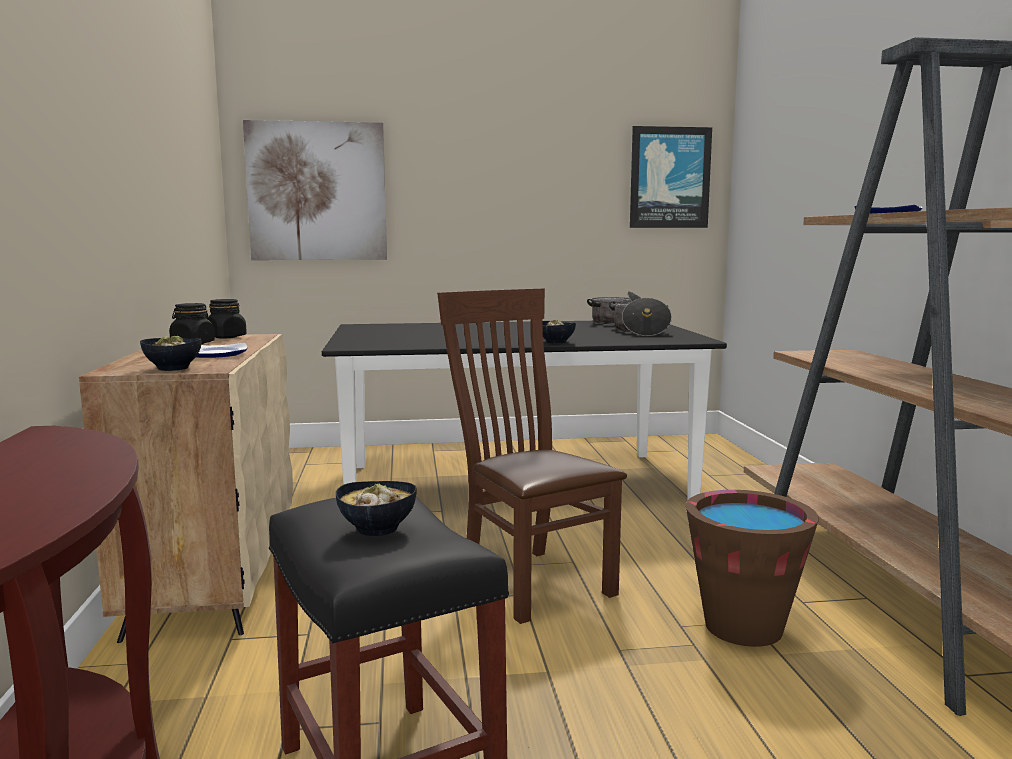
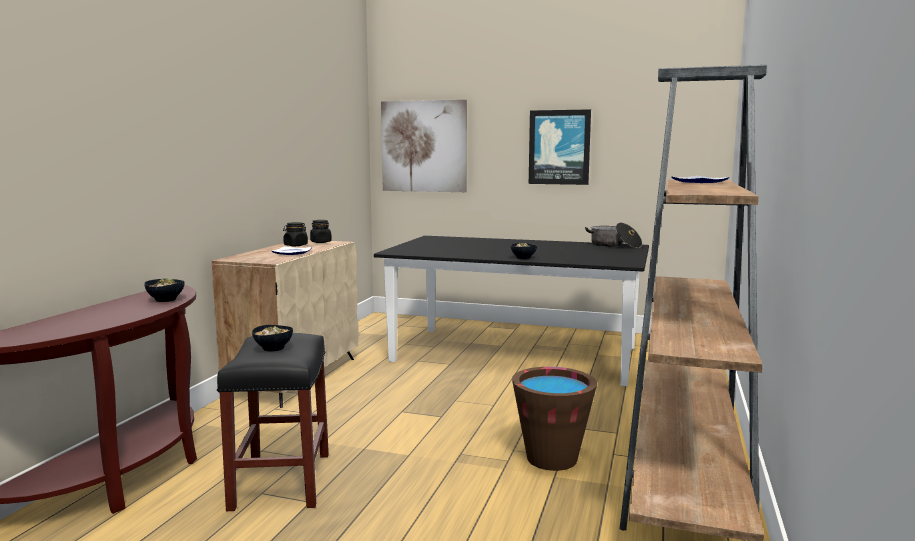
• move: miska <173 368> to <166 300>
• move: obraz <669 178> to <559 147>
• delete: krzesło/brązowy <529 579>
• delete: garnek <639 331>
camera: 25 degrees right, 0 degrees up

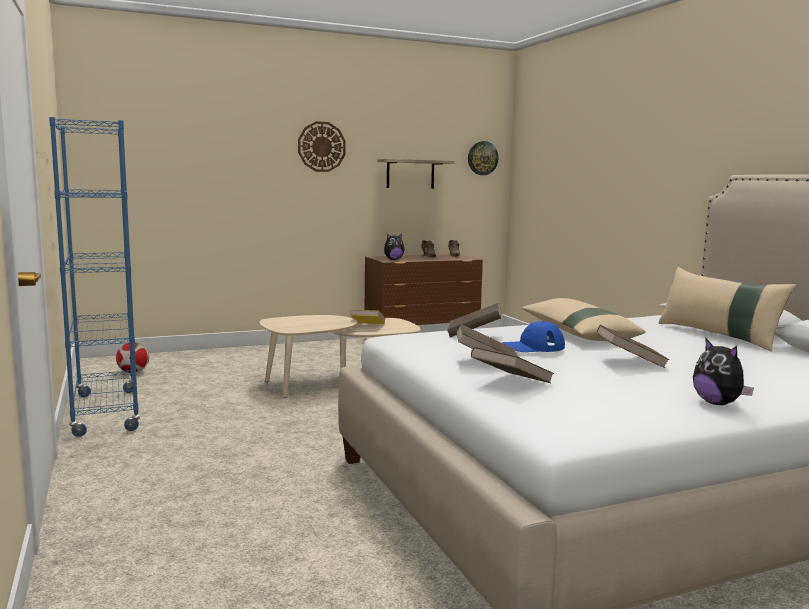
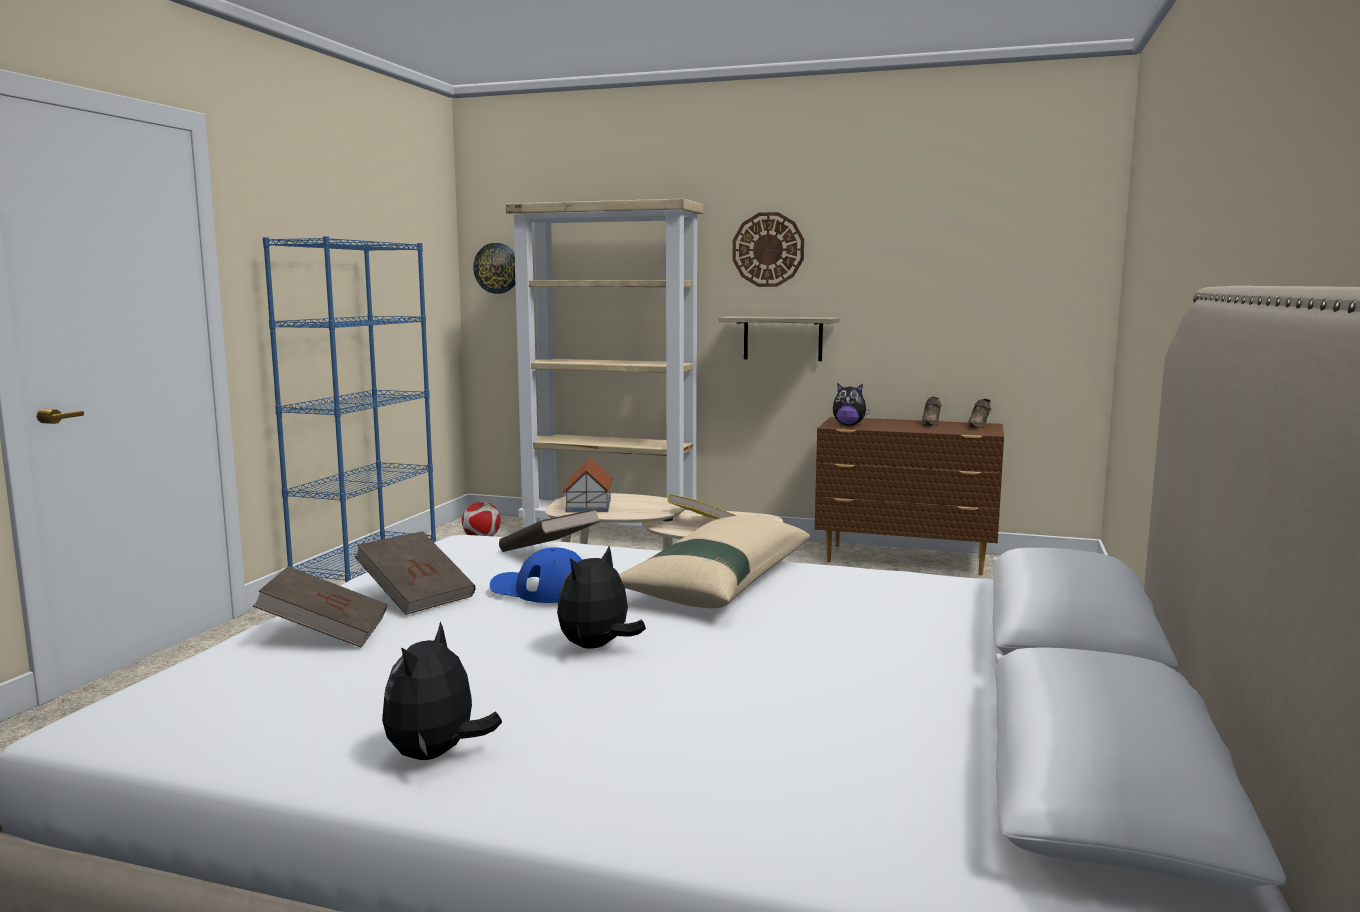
• move: zegar ścienny <482 158> to <497 268>
• insert: regał/beżowy <611 534>
• replace: książka/brązowy <630 361> to pluszak <597 647>
• insert: domek <588 505>
• move: półka <410 174> to <783 338>
• delete: poduszka/beżowy <718 336>
camera: 40 degrees right, 0 degrees up

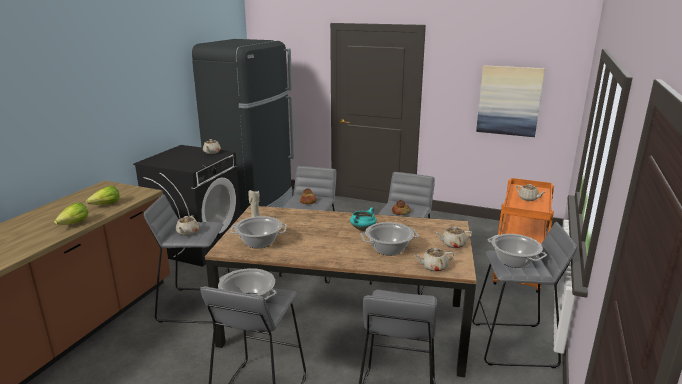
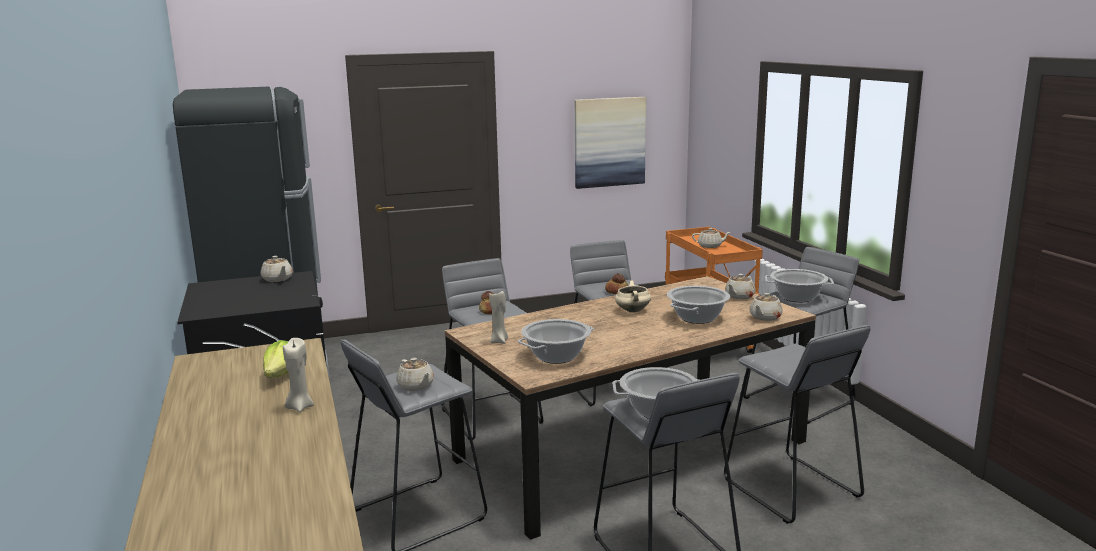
• replace: sałata <74 223> to świeca/beżowy <299 407>
• recolor: garnek/turkusowy <363 229> to garnek/beżowy <632 310>
camera: 40 degrees left, 5 degrees down

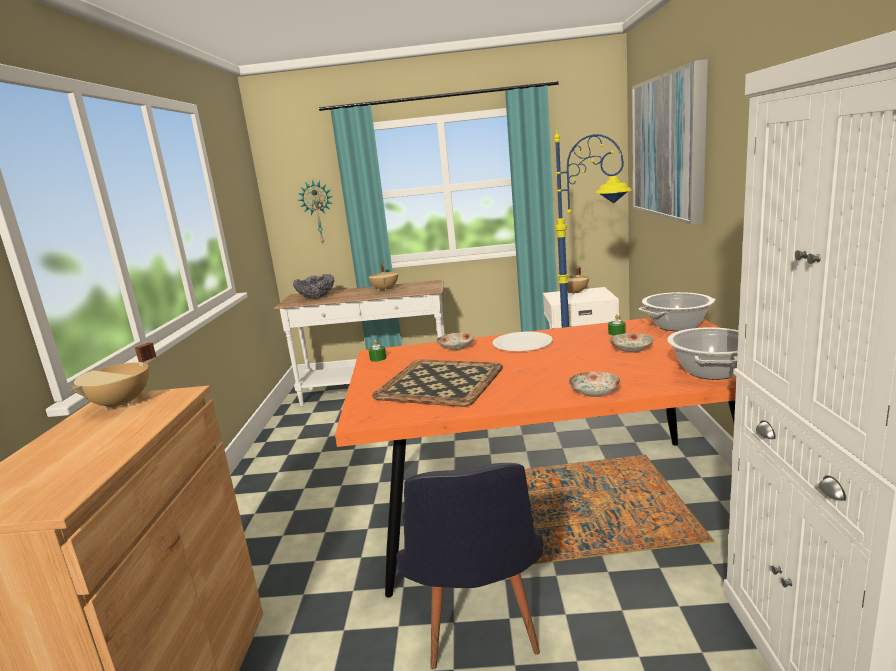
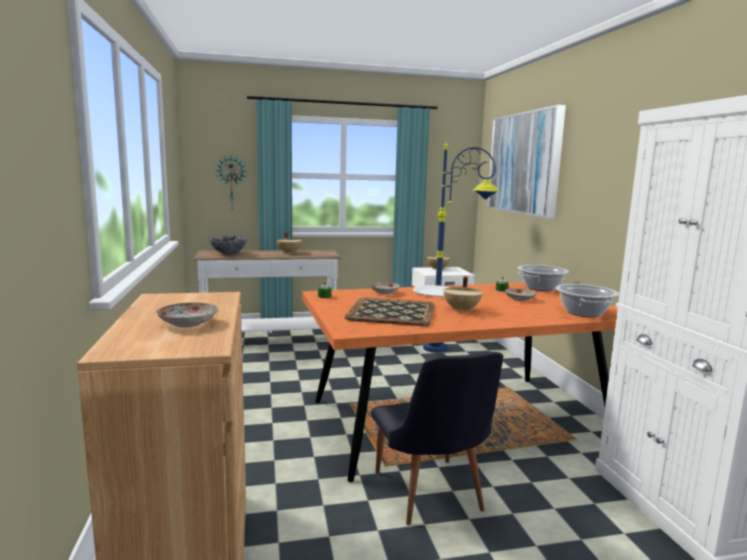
• move: talerz <594 392> to <188 323>
• move: garnek/beżowy <122 404> to <462 310>
camera: 15 degrees left, 5 degrees down

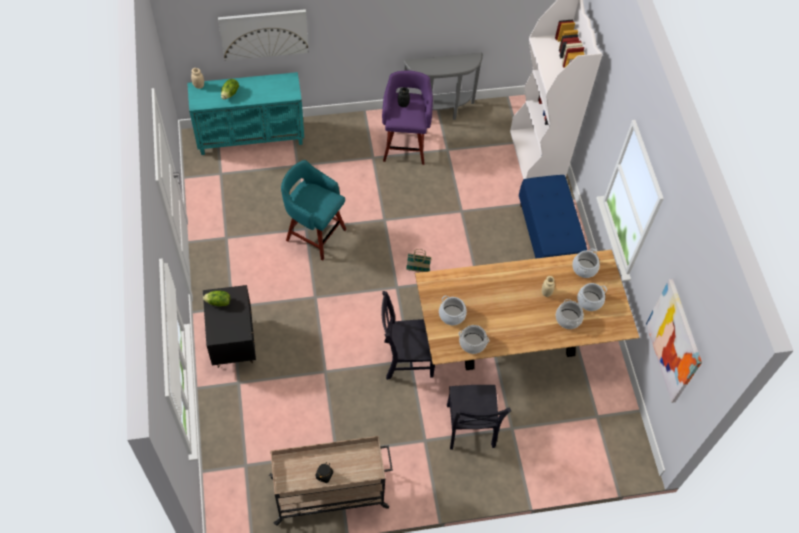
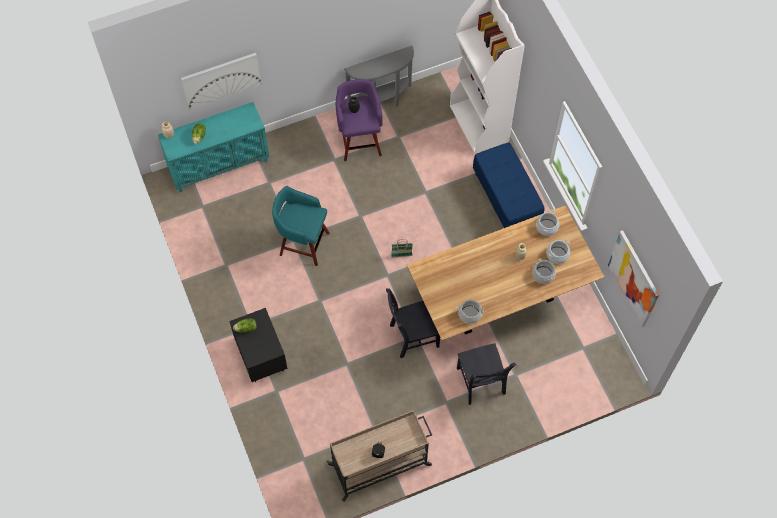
• delete: garnek <452 315>
camera: 10 degrees left, 5 degrees up

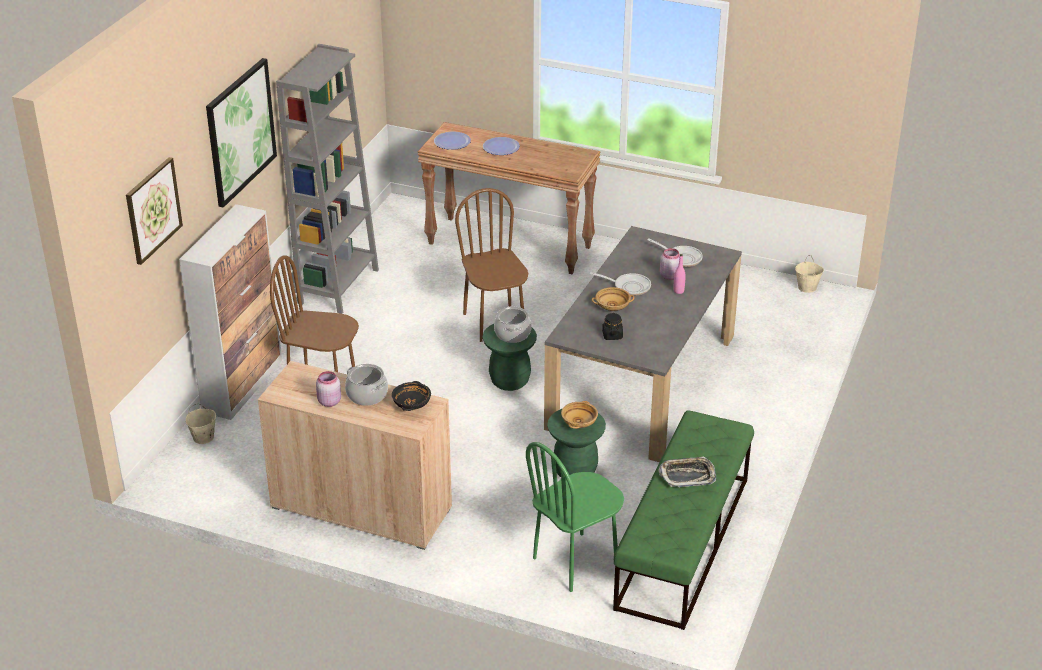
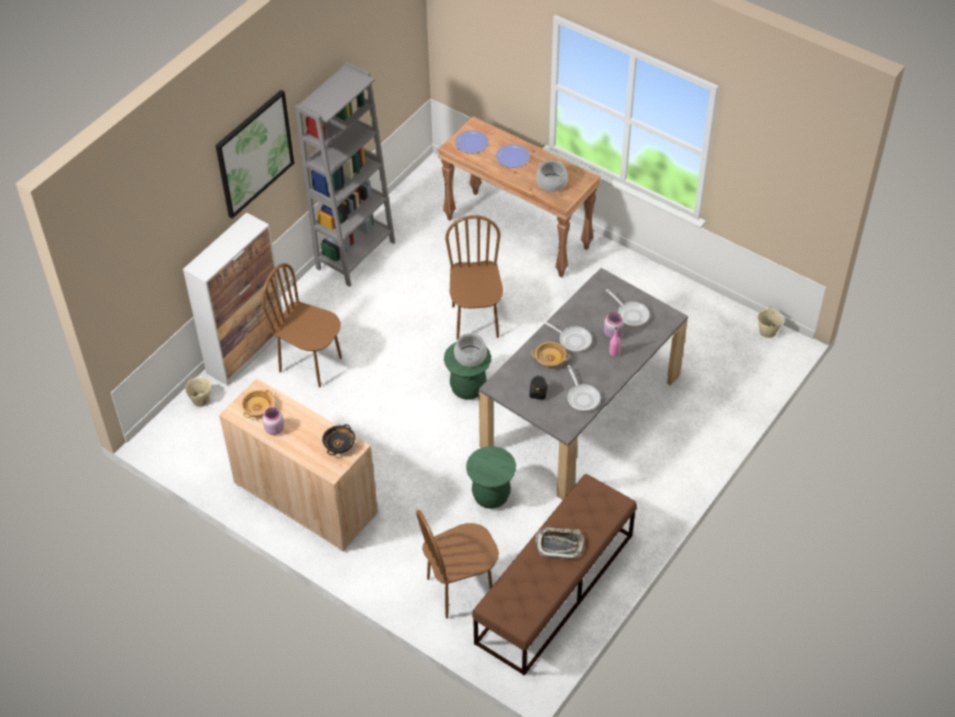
• move: miska/beżowy <579 422> to <258 409>
• recolor: krzesło/zielony <575 561> to krzesło/brązowy <460 589>
• recolor: ławka/zielony <683 543> to ławka/brązowy <554 589>
• move: garnek <367 395> to <552 183>
• insert: patelnia <582 397>
• delete: obraz <153 210>
camera: 15 degrees right, 15 degrees up

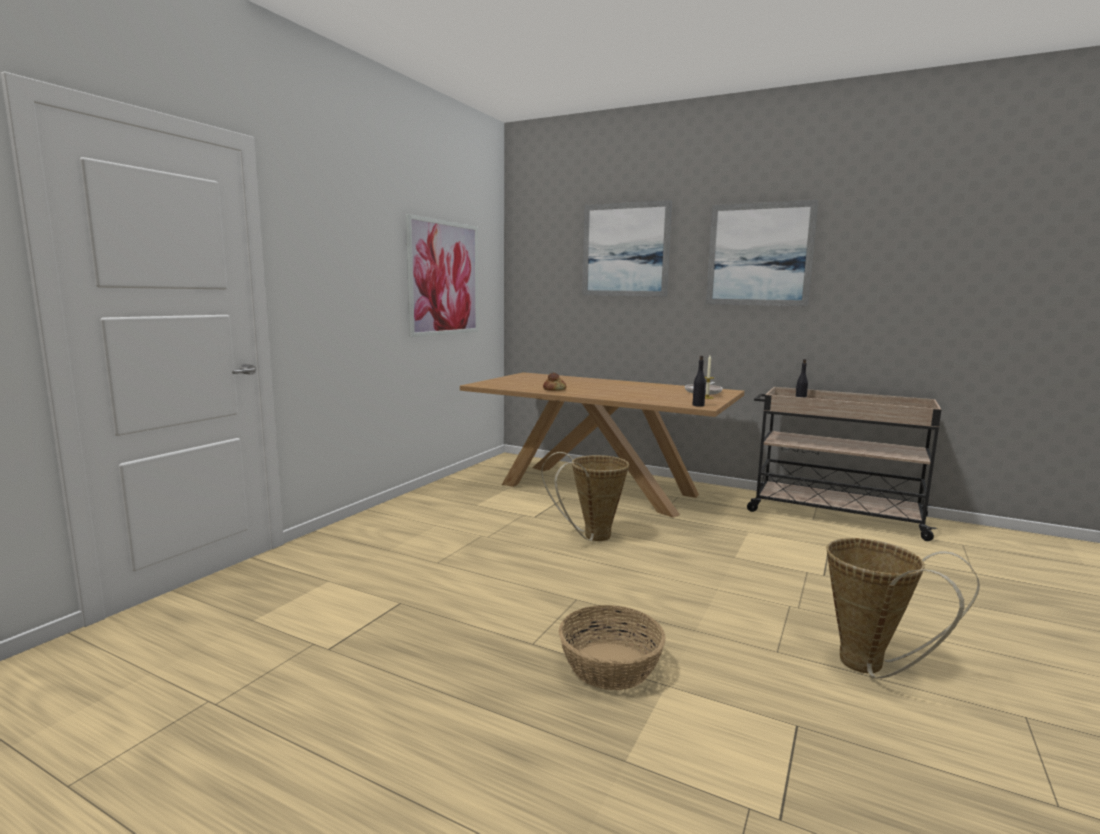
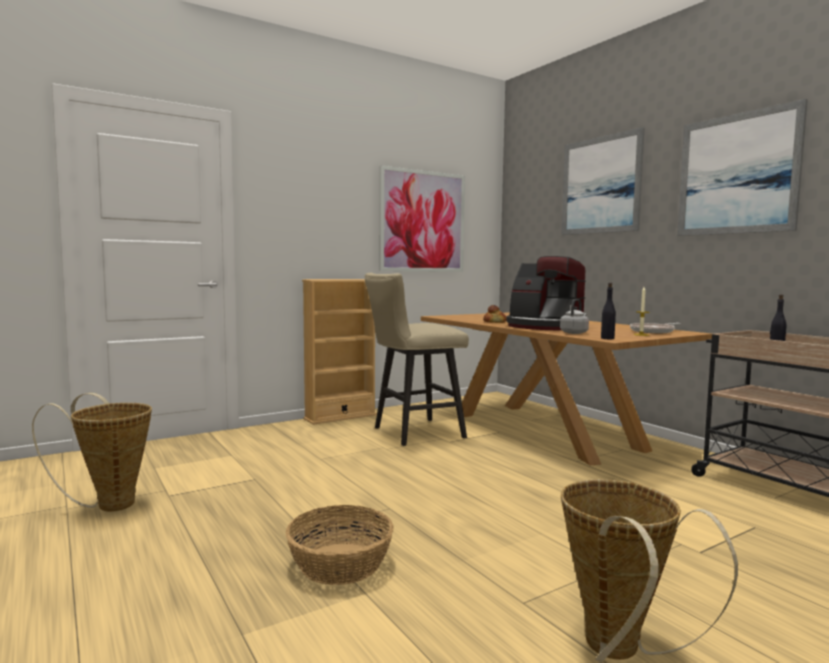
• move: koszyk <591 537> to <109 504>
• insert: regał/beżowy <340 417>
• insert: stołek/beżowy <412 433>
• insert: ekspres do kawy <543 326>
• insert: czajnik/szary <574 333>
camera: 30 degrees right, 5 degrees down

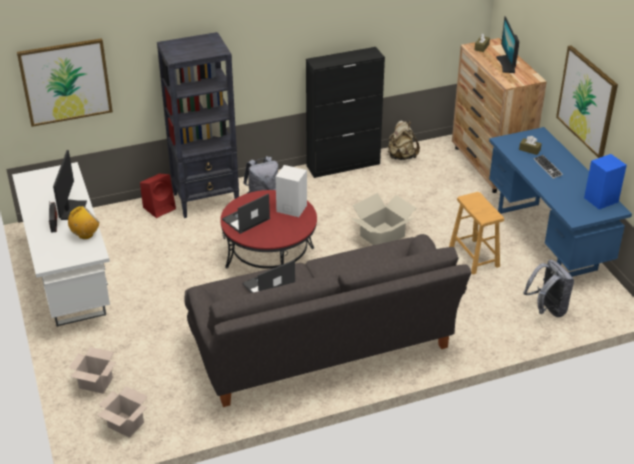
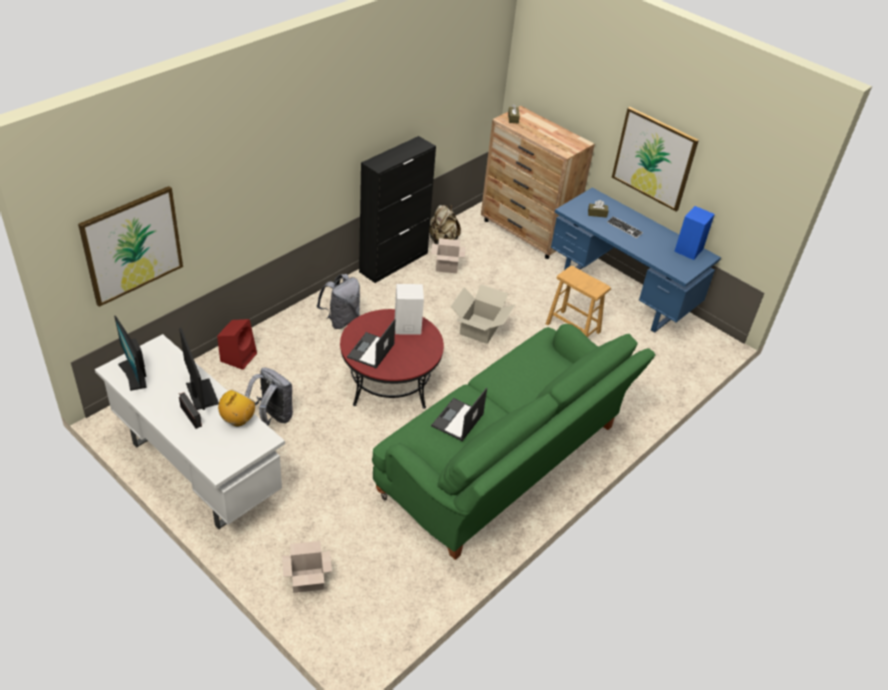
• move: monitor <507 64> to <134 374>
• move: plecak/szary <547 309> to <272 417>
• recolor: kanapa/szary <324 348> to kanapa/zielony <505 463>
• move: karton <125 425> to <446 267>
• delete: regał/czarny <206 200>
camera: 30 degrees left, 5 degrees up

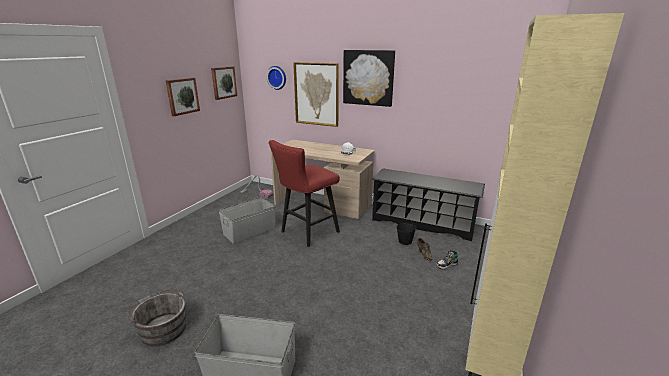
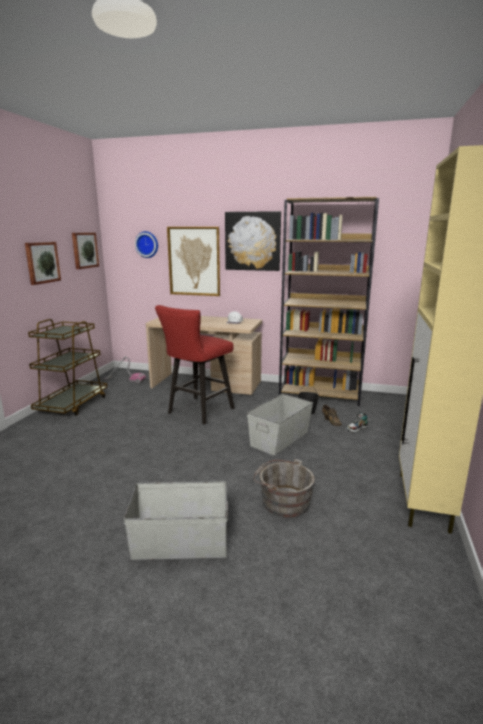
• insert: wózek/brązowy <73 404>
• move: pojemnik do przechowywania/szary <249 231> to <279 438>
• move: wiadro/szary <162 328> to <283 501>
• replace: regał na buty/czarny <422 223> to regał/brązowy <320 394>
camera: 10 degrees left, 5 degrees down

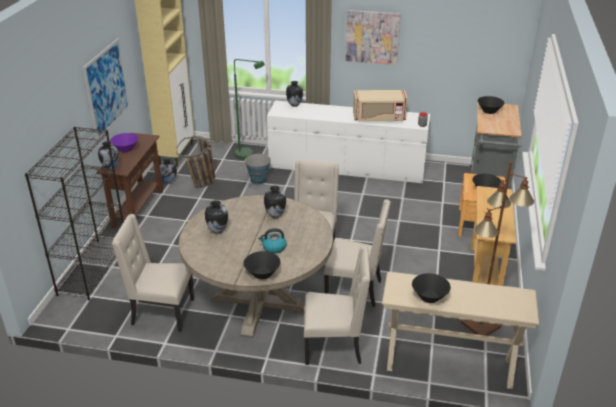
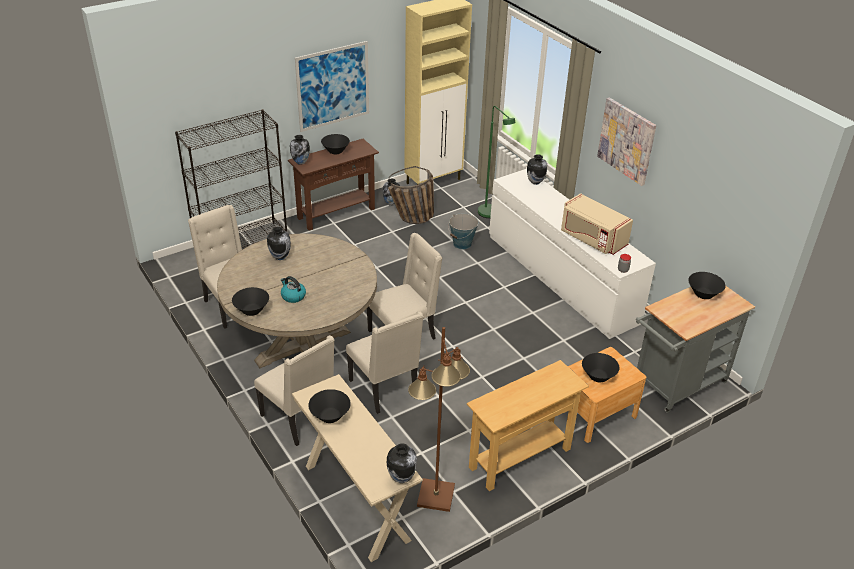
• recolor: miska/fioletowy <126 149> to miska/czarny <335 151>
• move: wazon <275 215> to <401 478>
camera: 45 degrees right, 5 degrees up

